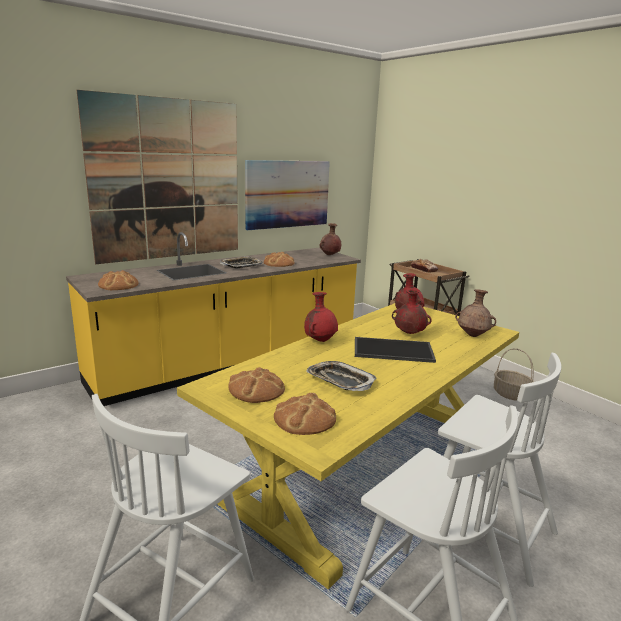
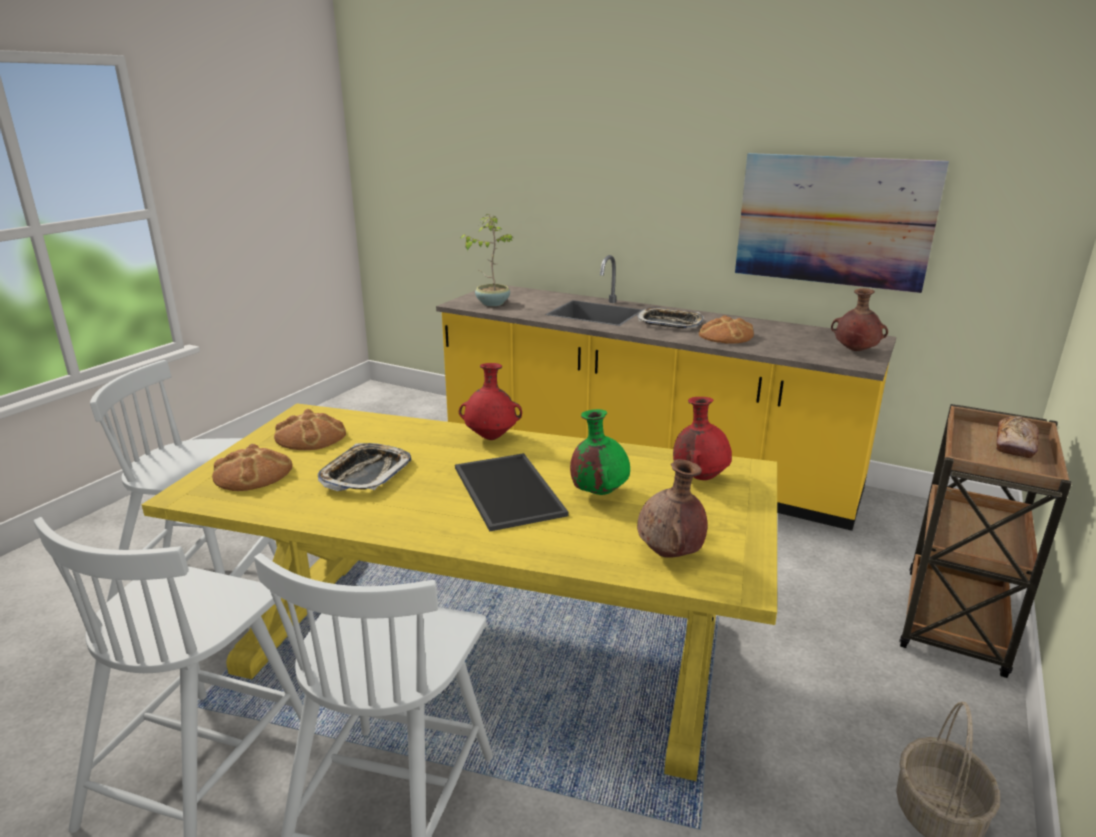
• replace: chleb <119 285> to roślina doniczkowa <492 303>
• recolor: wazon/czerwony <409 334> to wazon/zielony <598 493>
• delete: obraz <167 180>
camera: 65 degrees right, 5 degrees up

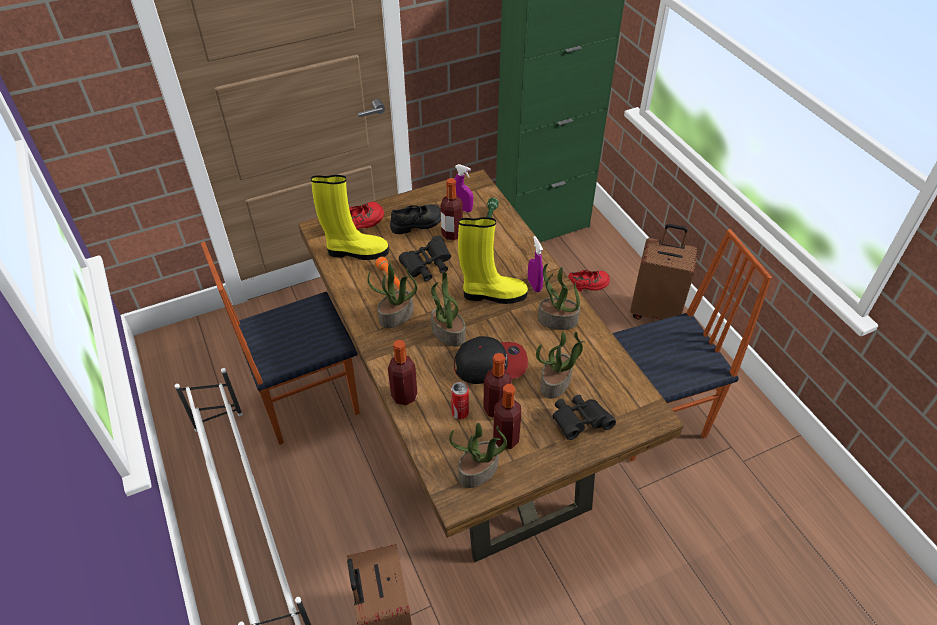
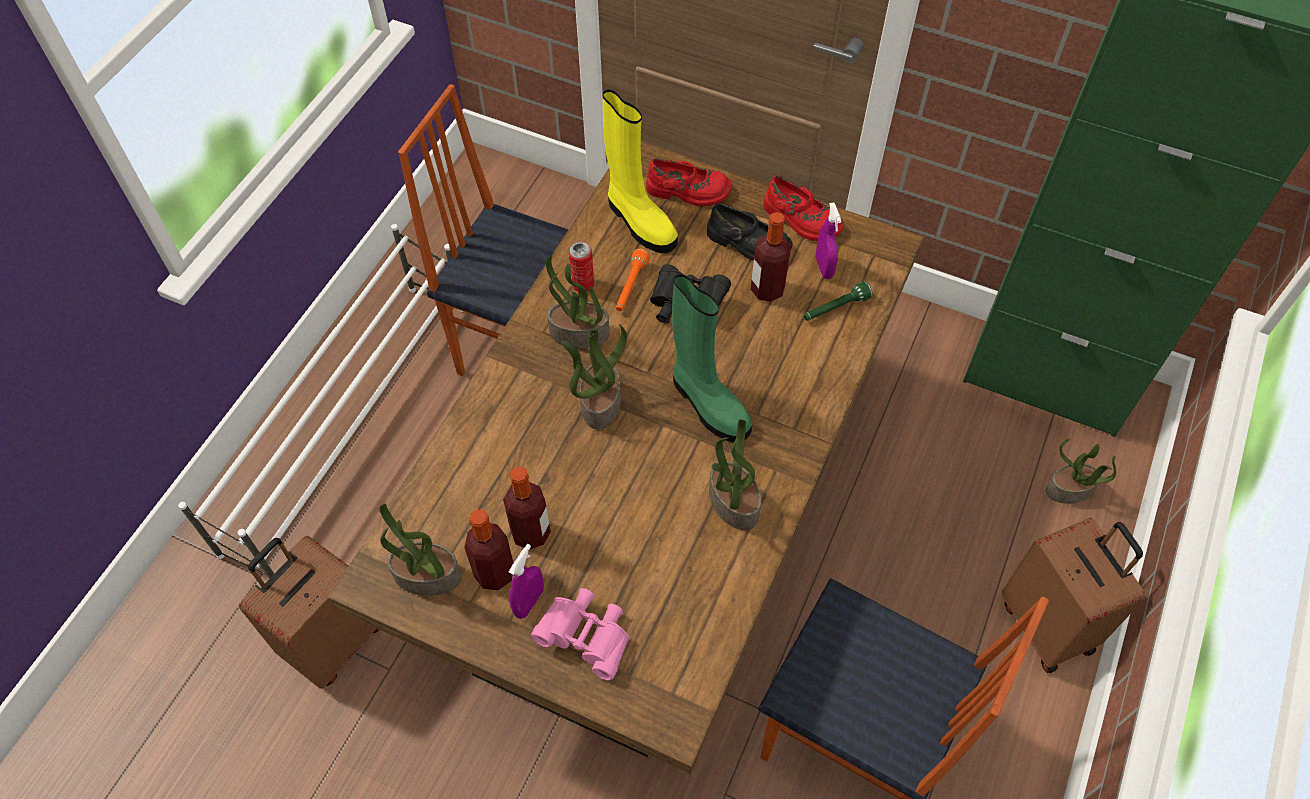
• move: spryskiwacz/fioletowy <534 285> to <529 602>
• recolor: lornetka/czarny <579 422> to lornetka/różowy <587 637>
• move: puszka <460 412> to <583 284>
• recolor: but z cholewką/żółty <492 294> to but z cholewką/zielony <707 404>
• move: but/czerwony <587 285> to <801 219>
• move: roślina doniczkowa <556 383> to <1069 490>
• delete: butelka <404 396>
• delete: czapka z daszkiem <490 364>
camera: 50 degrees right, 10 degrees up

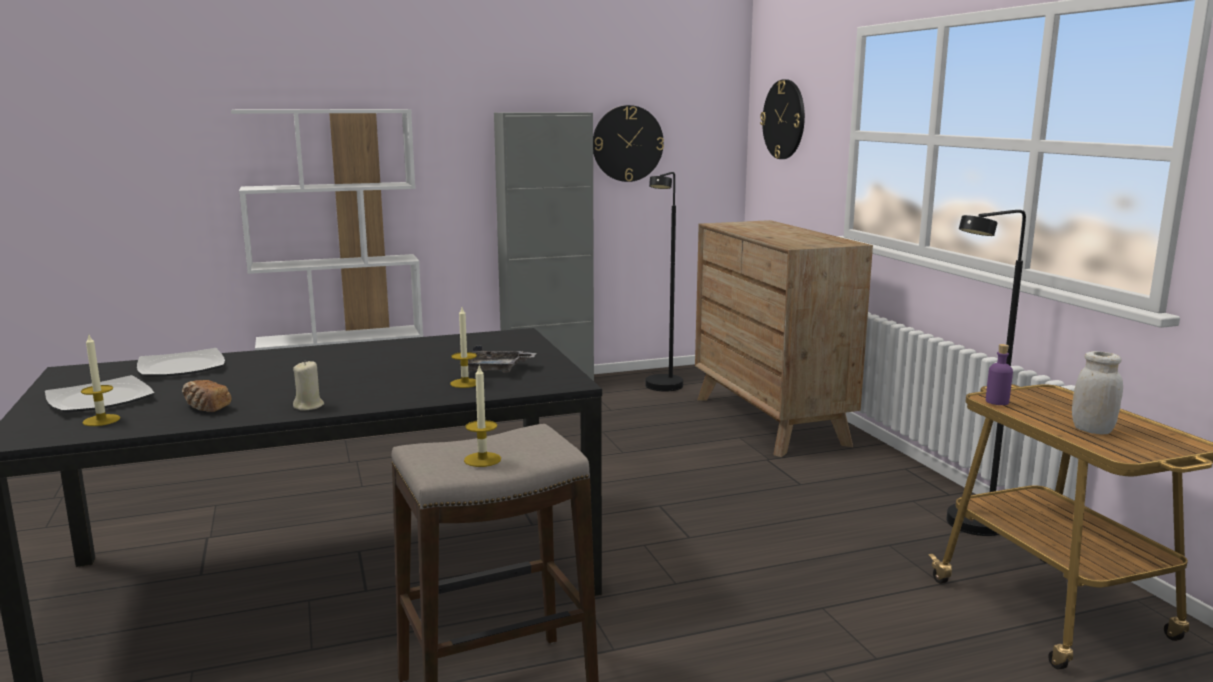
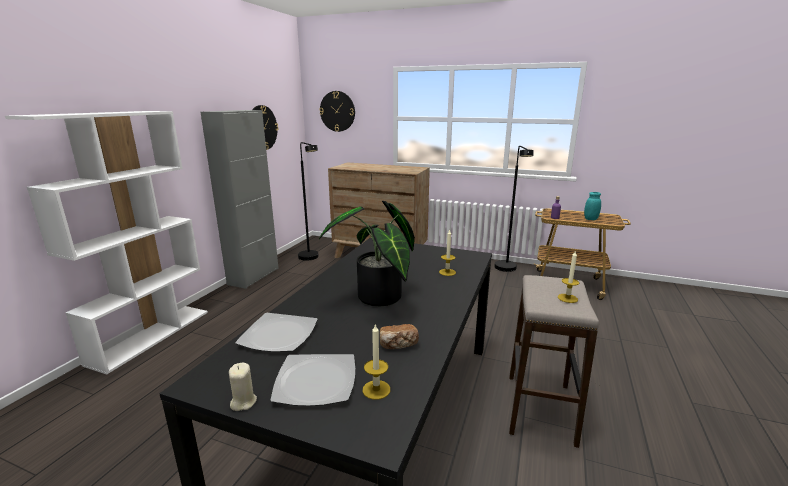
• move: świeca/beżowy <309 406> to <243 402>
• insert: roślina doniczkowa <378 299>
• recolor: słoik/biały <1092 430> to słoik/turkusowy <590 219>
• delete: taca/szary <496 370>
camera: 50 degrees left, 5 degrees up

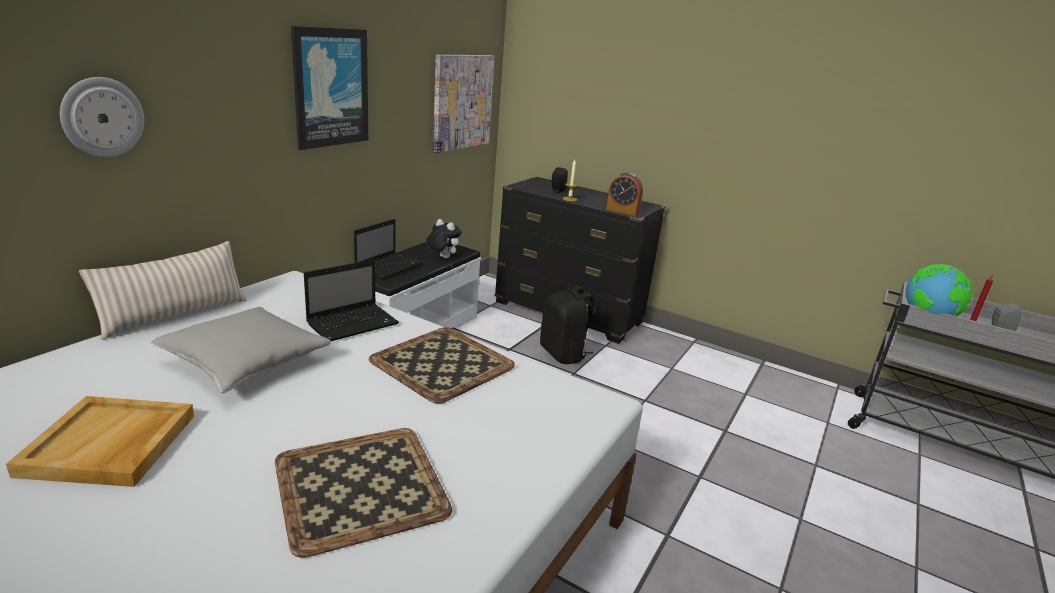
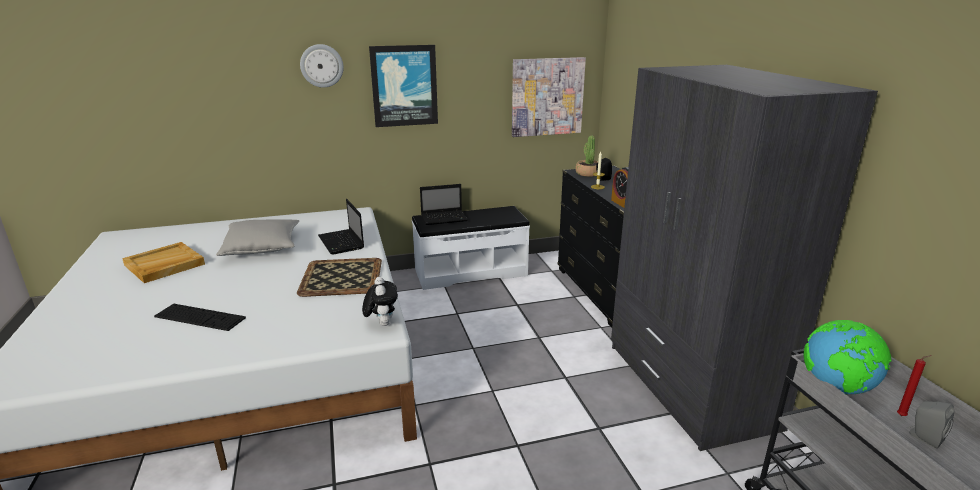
• replace: taca <359 488> to klawiatura <200 317>
• move: zegar ścienny <102 117> to <321 66>
• rotate: laptop <354 323> = <342 243> 60 degrees clockwise
• move: pluszak <442 257> to <382 323>
• insert: roślina doniczkowa <588 173>
• insert: szafa/szary <688 385>
• delete: poduszka/beżowy <175 315>
• delete: plecak/czarny <563 354>
camera: 45 degrees right, 0 degrees up

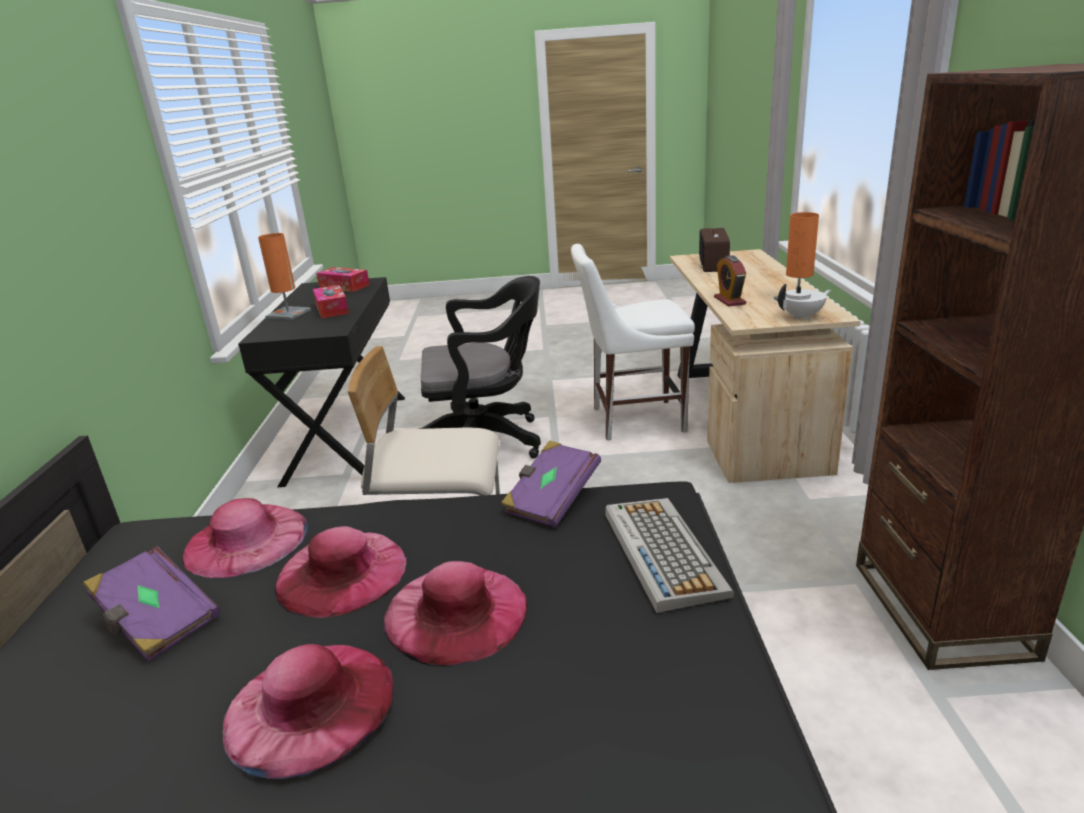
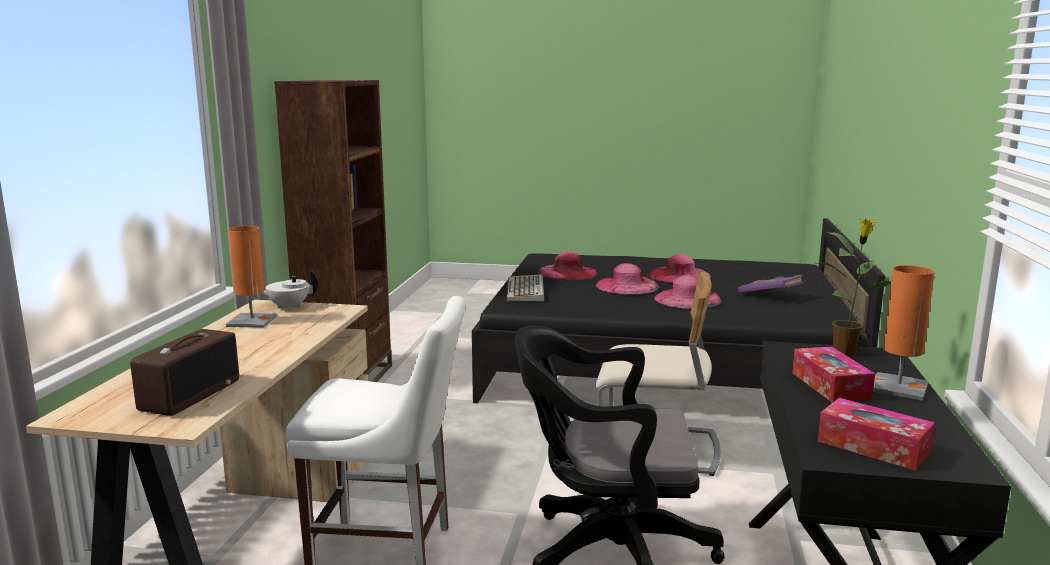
• move: kapelusz/różowy <246 540> to <567 273>
• insert: roślina doniczkowa <846 352>
• delete: książka/fioletowy <551 500>
• delete: budzik <729 300>
camera: 170 degrees left, 10 degrees down

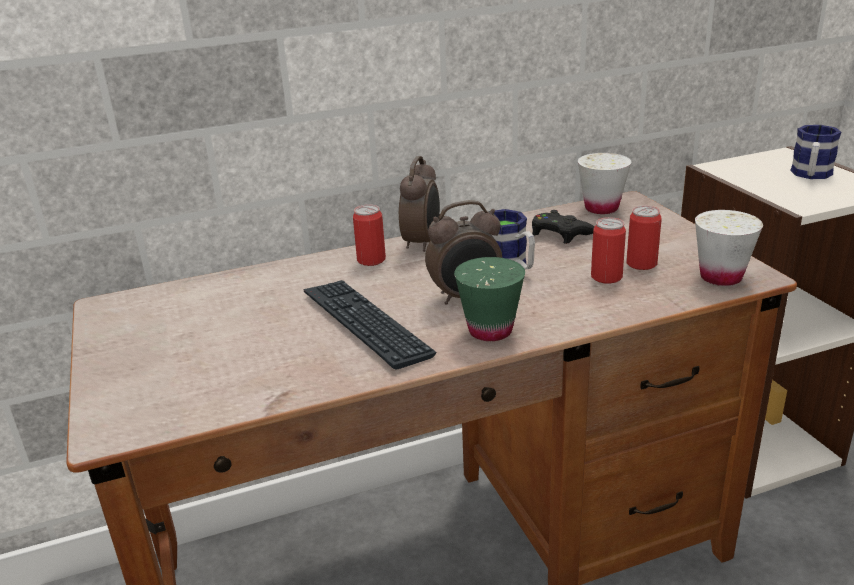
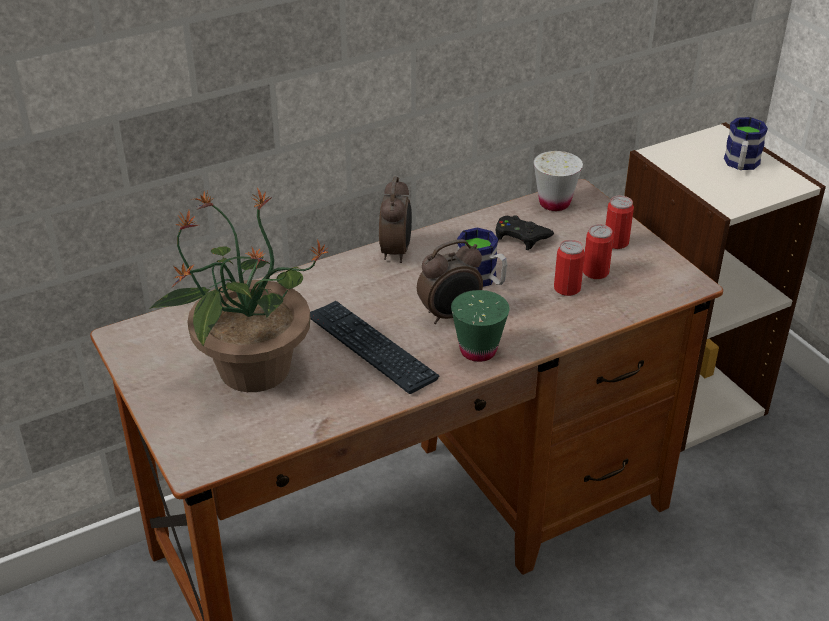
• insert: roślina doniczkowa <251 369>
• move: puszka <371 260> to <616 242>
• delete: filiżanka/biały <720 277>
camera: 10 degrees left, 10 degrees up

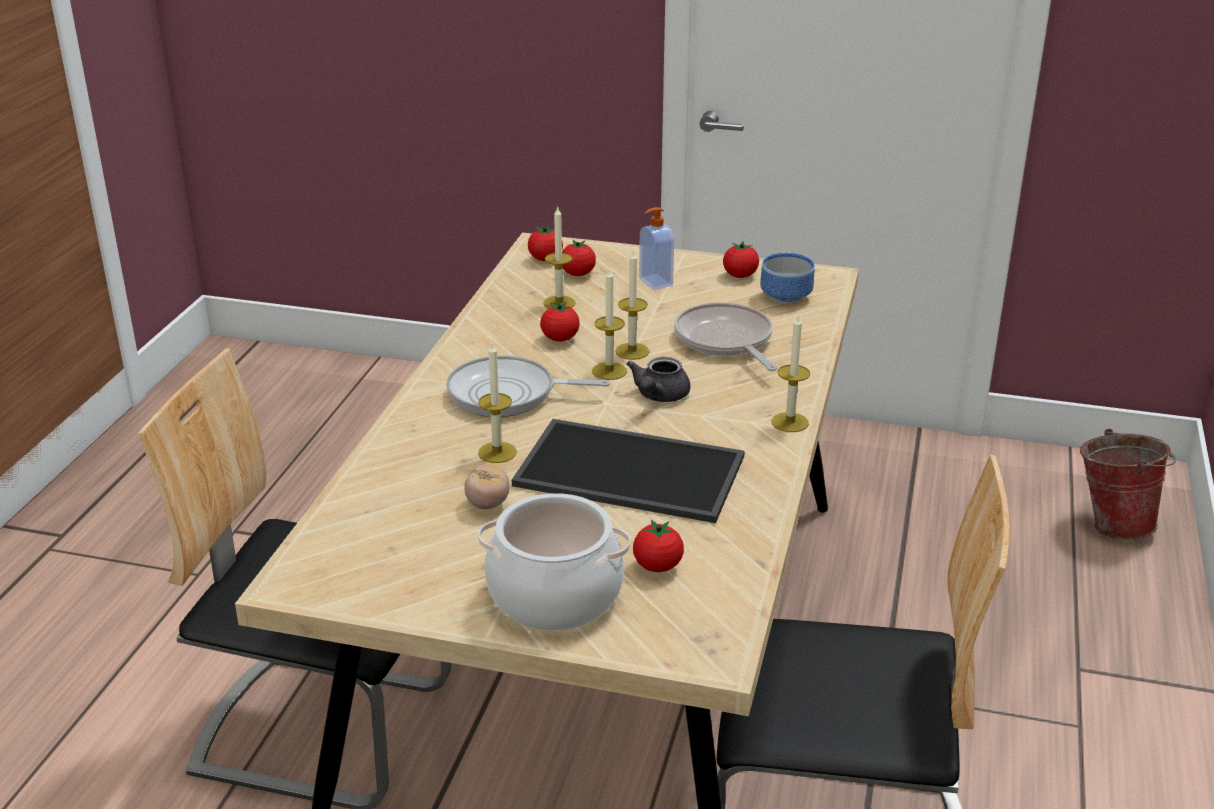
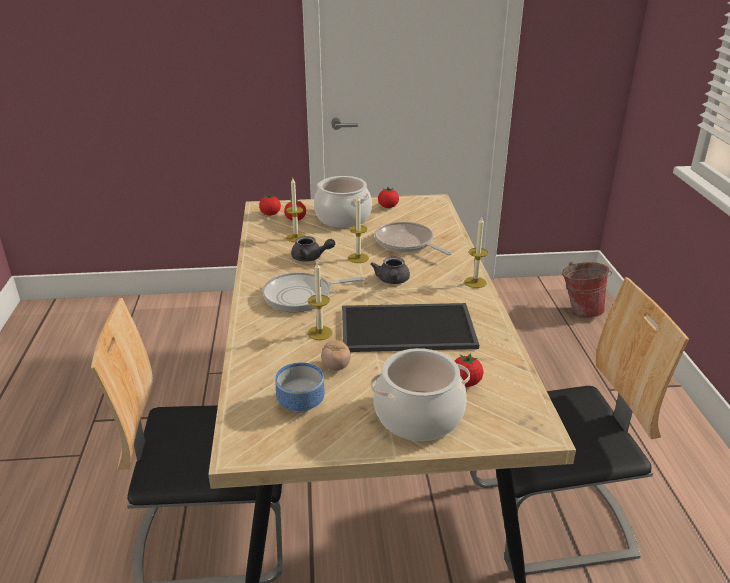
• move: miska <785 296> to <300 402>
• replace: pomidor <560 338> to imbryk/szary <310 258>
• replace: dozownik mydła <654 282> to garnek <343 218>
• delete: świeca <609 371>
camera: 20 degrees left, 0 degrees up

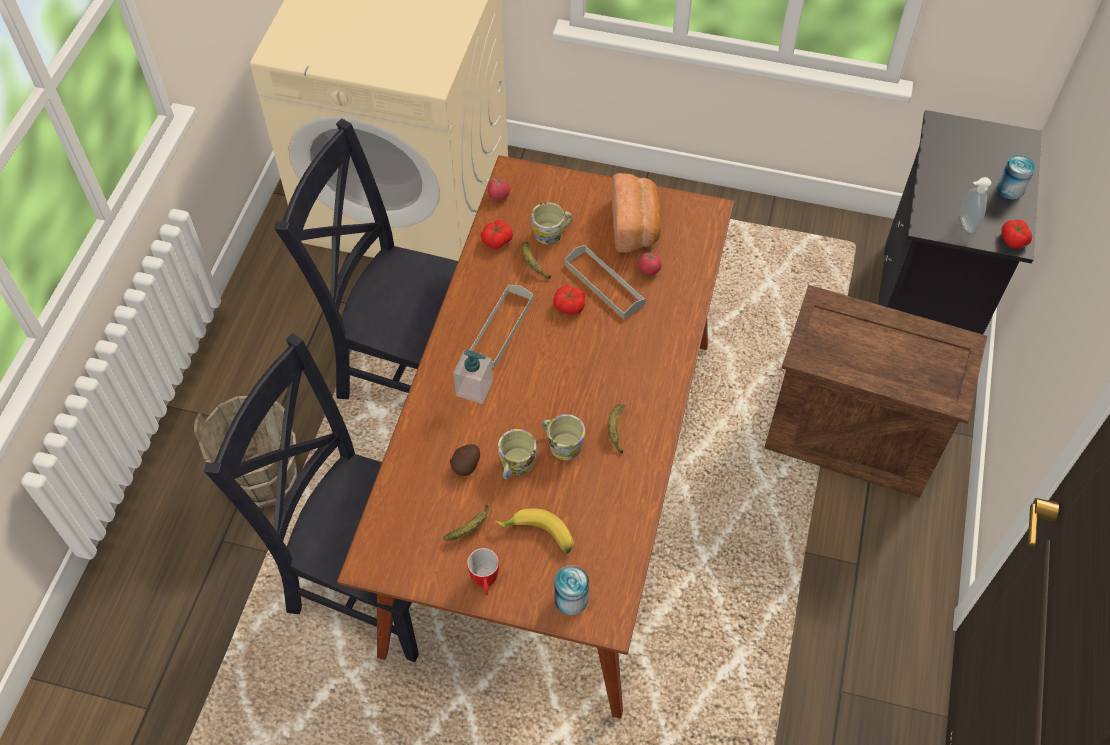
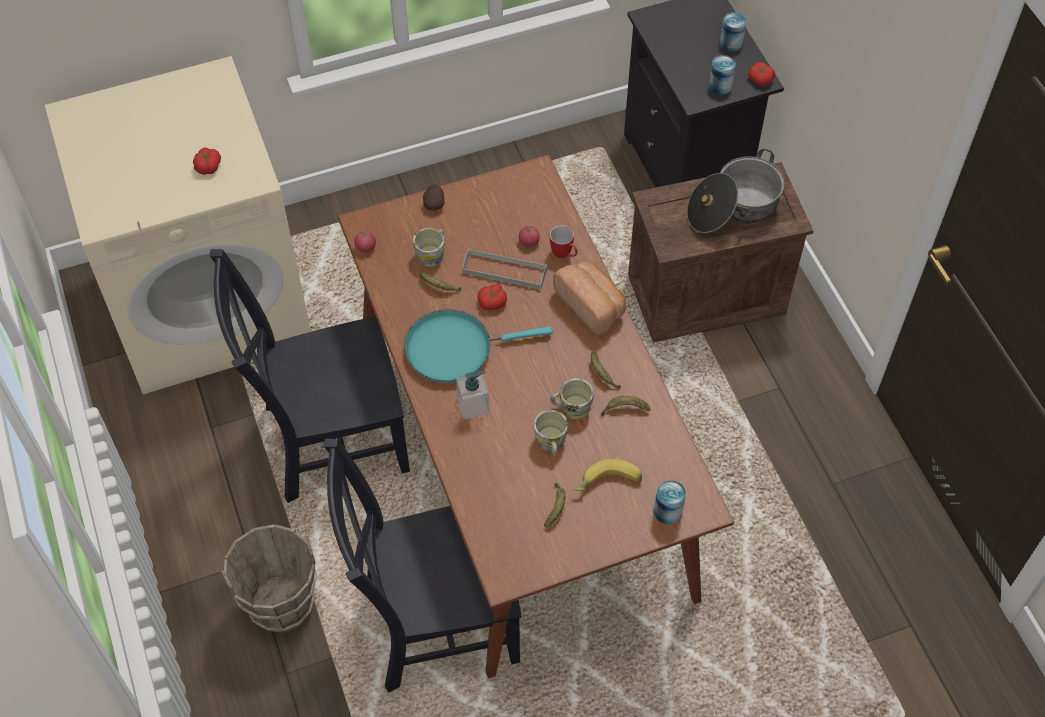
• move: pomidor <497 240> to <208 166>
• replace: taca/szary <501 328> to patelnia/turkusowy <454 348>
• move: ziemniak <467 465> to <434 203>
• move: kubek <485 583> to <564 255>
• move: chleb <635 225> to <591 305>
• insert: banan <624 409>
• insert: garnek <733 208>
• replace: dozownik mydła <965 224> to puszka <720 86>
camera: 35 degrees left, 0 degrees up

